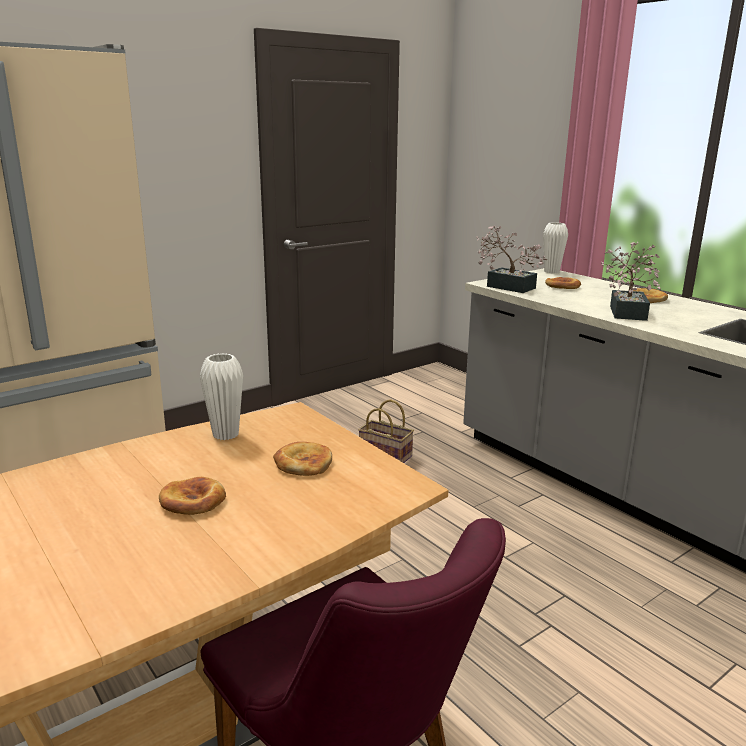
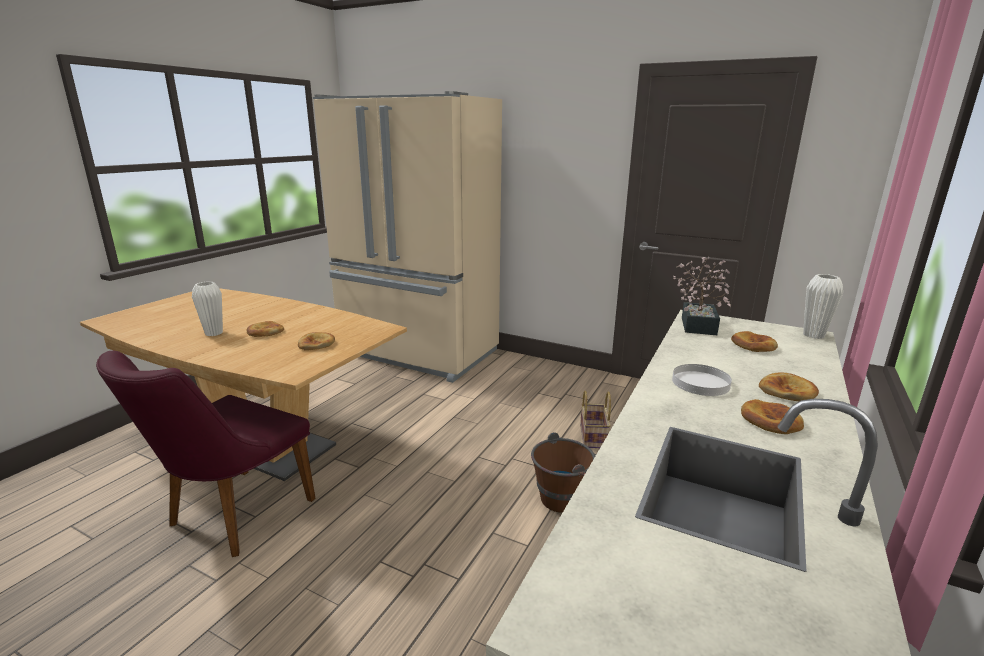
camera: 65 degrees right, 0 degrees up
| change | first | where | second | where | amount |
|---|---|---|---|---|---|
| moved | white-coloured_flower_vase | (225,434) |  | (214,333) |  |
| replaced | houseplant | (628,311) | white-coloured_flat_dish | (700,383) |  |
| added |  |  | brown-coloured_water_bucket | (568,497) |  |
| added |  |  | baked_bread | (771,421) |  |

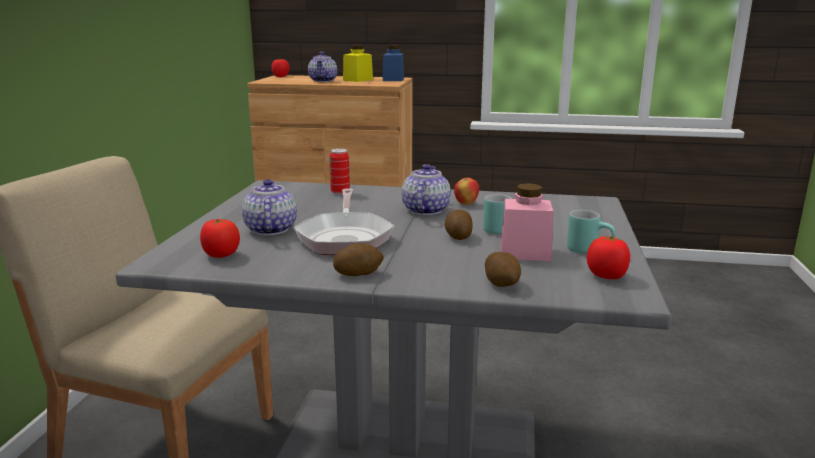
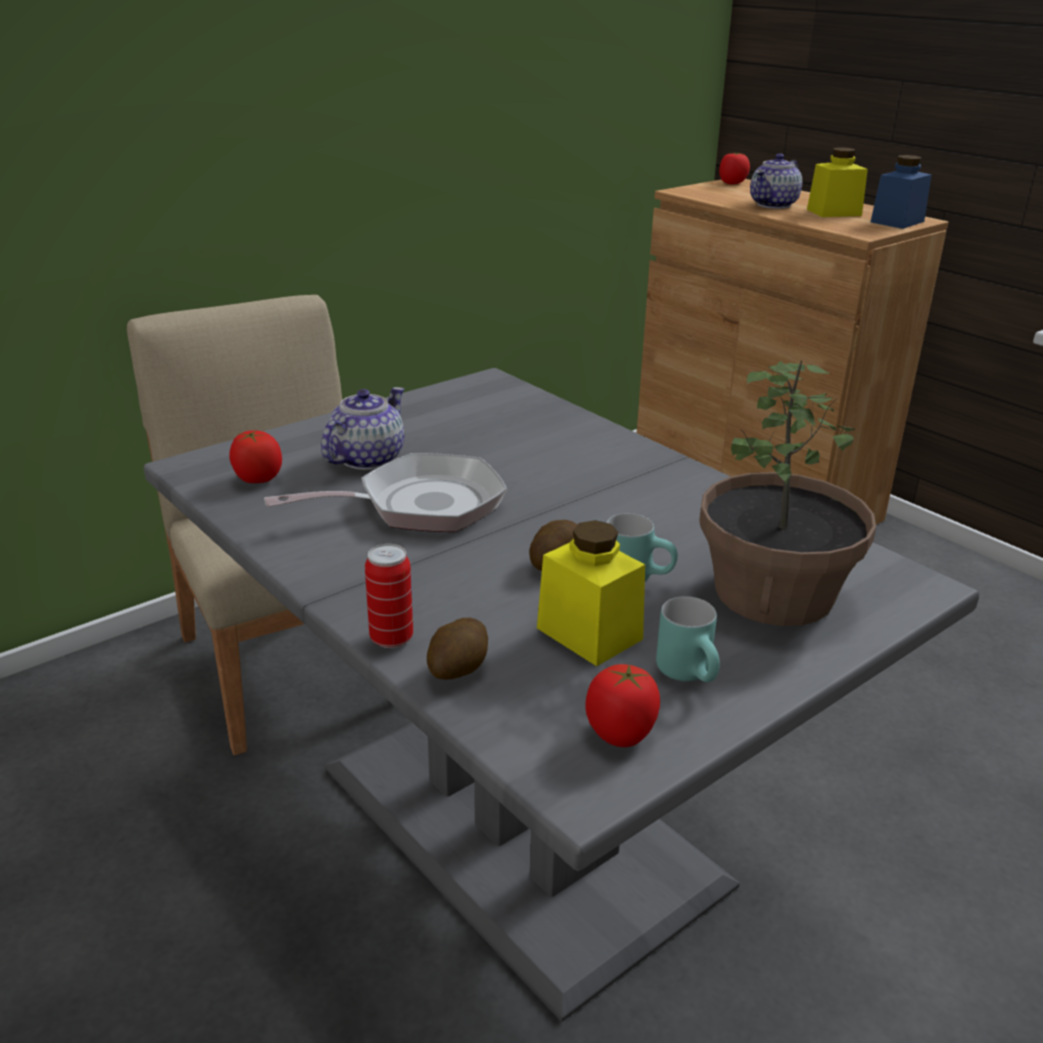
camera: 40 degrees right, 10 degrees up
| change | first | where | second | where | amount |
|---|---|---|---|---|---|
| turned | skillet | (345,237) |  | (420,505) | 150 degrees counterclockwise |
| moved | sealed_can | (340,192) |  | (391,638) |  |
| removed | whole_potato | (358,273) |  |  |  |
| removed | teapot | (425,210) |  |  |  |
| removed | apple | (466,204) |  |  |  |
| recoloured | pink_jar | (525,252) | yellow-coloured_jar | (589,633) |  |
| added |  |  | houseplant | (775,593) |  |

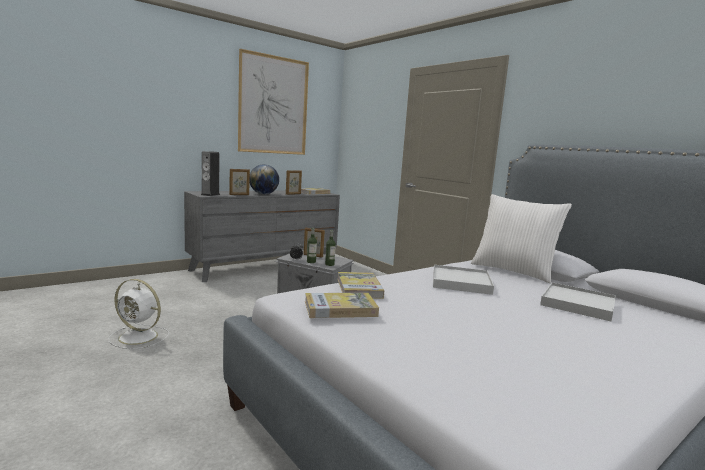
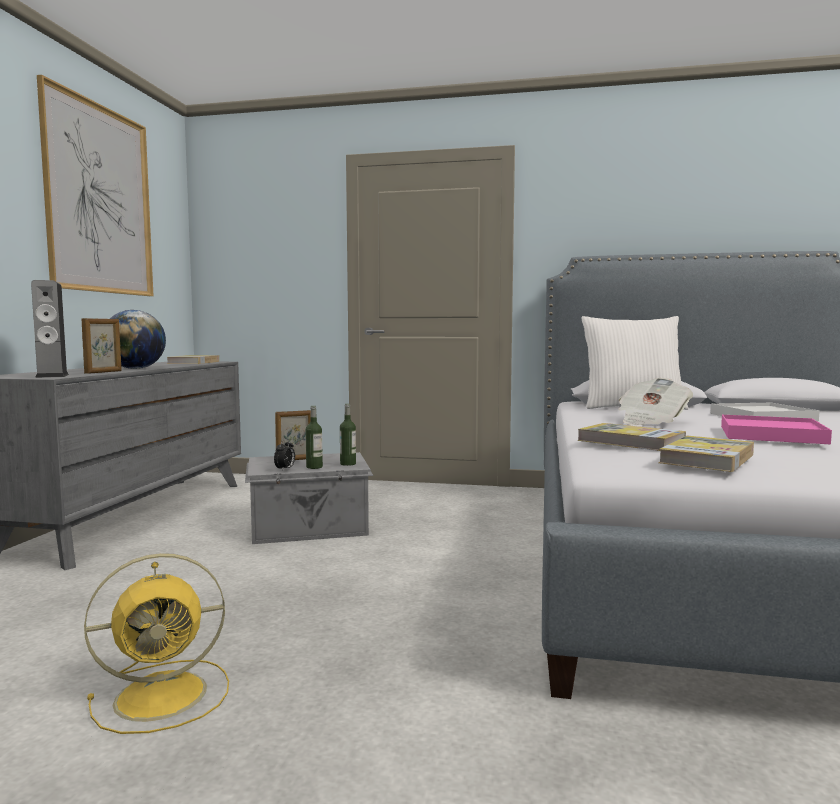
camera: 40 degrees left, 5 degrees down
| change | first | where | second | where | amount |
|---|---|---|---|---|---|
| recoloured | white-coloured_cooling_fan | (139,337) | yellow-coloured_cooling_fan | (165,695) |  |
| removed | standing_frame | (293,194) |  |  |  |
| replaced | white-coloured_carrying_tray | (460,282) | newspaper | (651,421) |  |
| added |  |  | pink_carrying_tray | (771,434) |  |

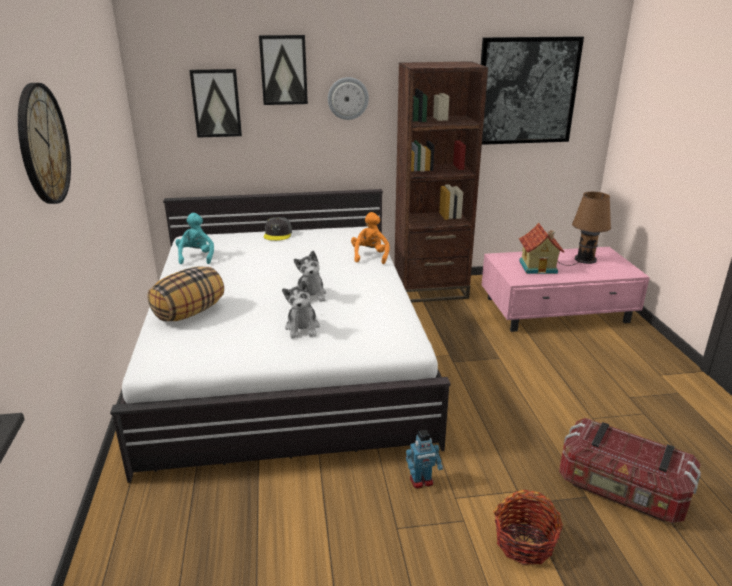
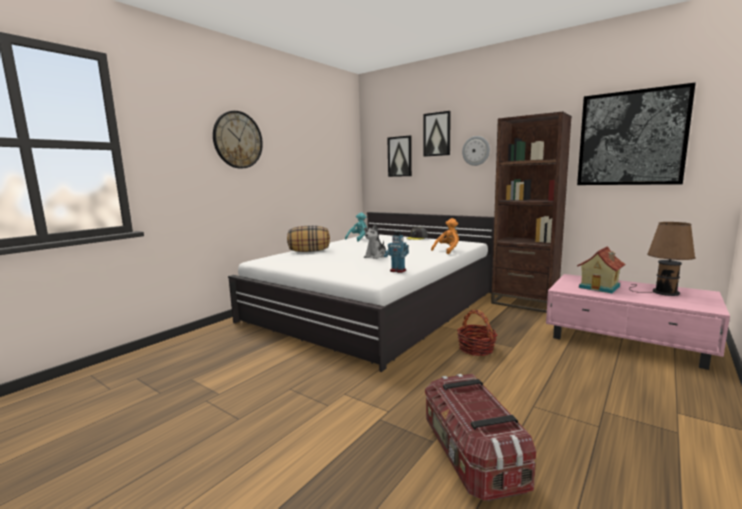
camera: 45 degrees right, 15 degrees down
| change | first | where | second | where | amount |
|---|---|---|---|---|---|
| removed | soft_toy | (302,328) |  |  |  |
| moved | robot_figure | (421,481) |  | (397,271) |  |
| moved | basket | (524,543) |  | (476,349) |  |

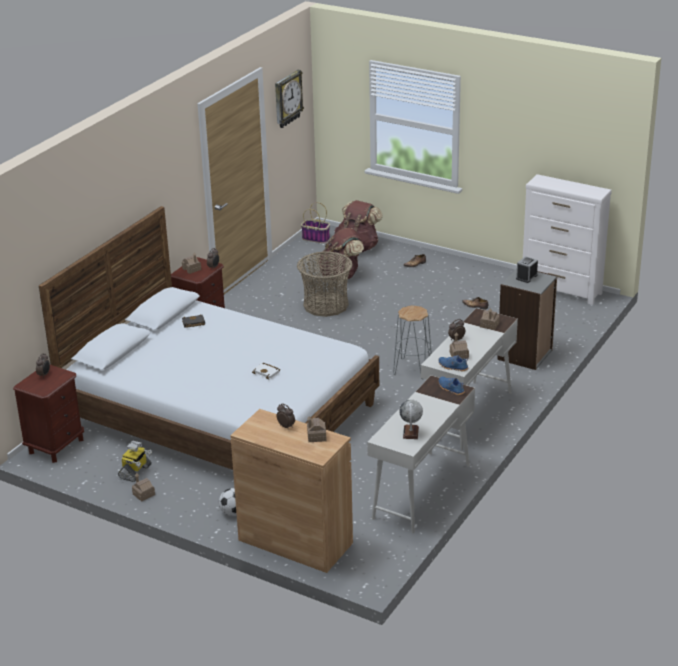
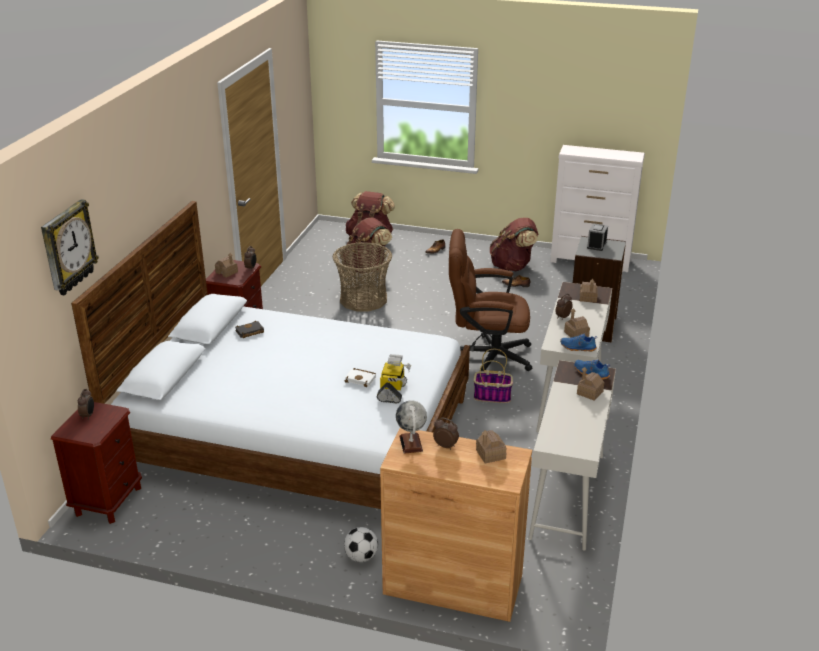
camera: 15 degrees left, 0 degrees up
| change | first | where | second | where | amount |
|---|---|---|---|---|---|
| moved | robot_figure | (135,472) |  | (393,392) |  |
| moved | toy_house | (143,494) |  | (589,392) |  |
| moved | wall_clock | (287,99) |  | (67,248) |  |
| moved | basket | (316,238) |  | (493,396) |  |
| replaced | grey_sitting_stool | (412,368) | brown-coloured_computer_chair | (486,355) |  |
| moved | world_globe | (411,432) |  | (411,443) |  |
| added |  |  | brown-coloured_backpack | (512,266) |  |

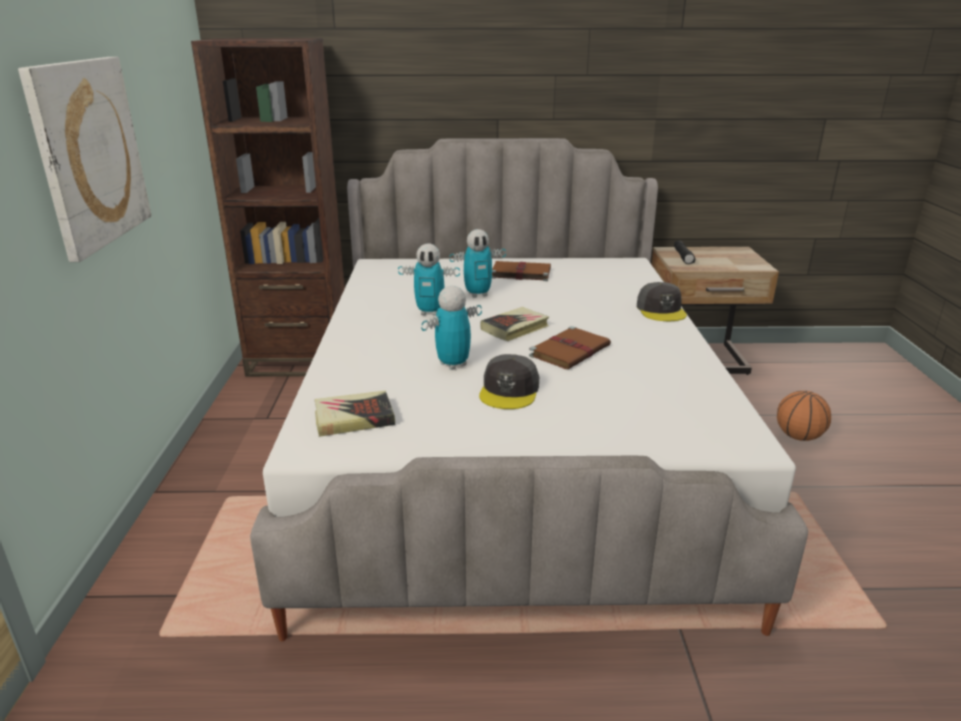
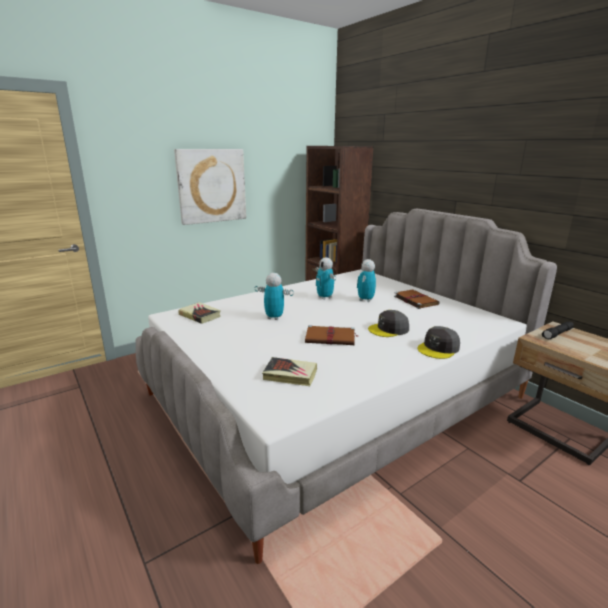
camera: 55 degrees right, 5 degrees down
| change | first | where | second | where | amount |
|---|---|---|---|---|---|
| turned | robot_figure | (478,294) |  | (365,300) | 75 degrees clockwise |
| moved | grey_baseball_cap | (509,391) |  | (389,329) |  |
| moved | book | (515,328) |  | (290,375) |  |
| removed | ball_for_basketball | (798,437) |  |  |  |

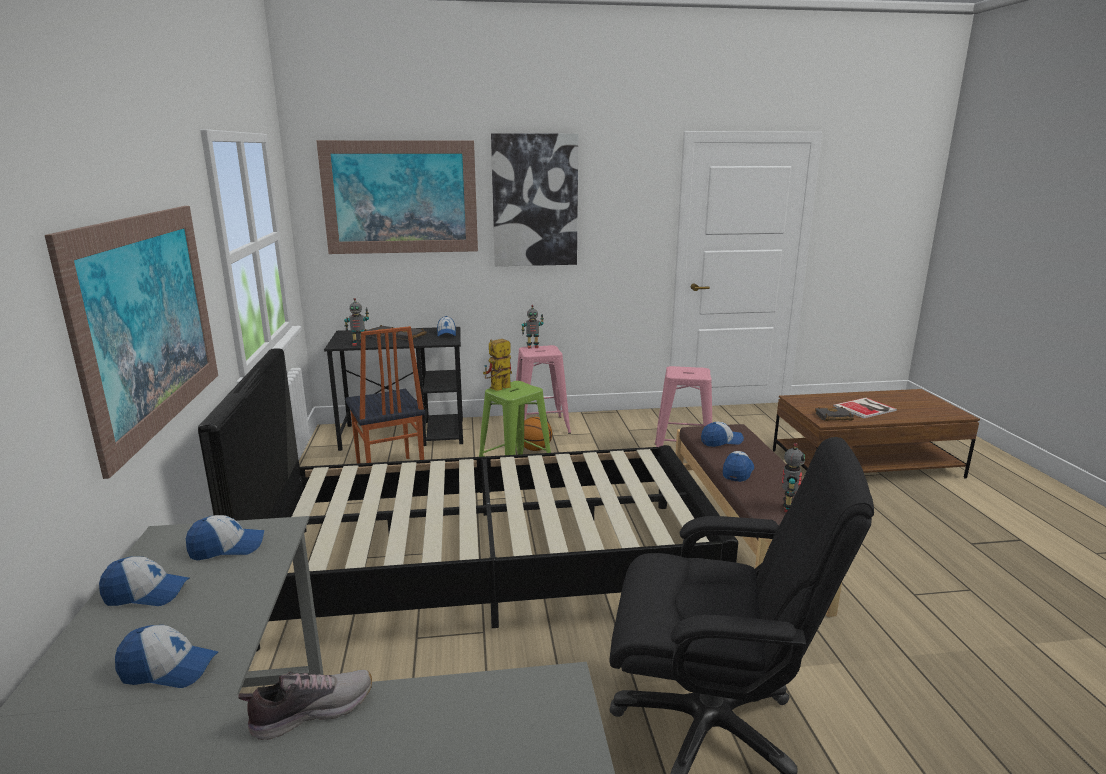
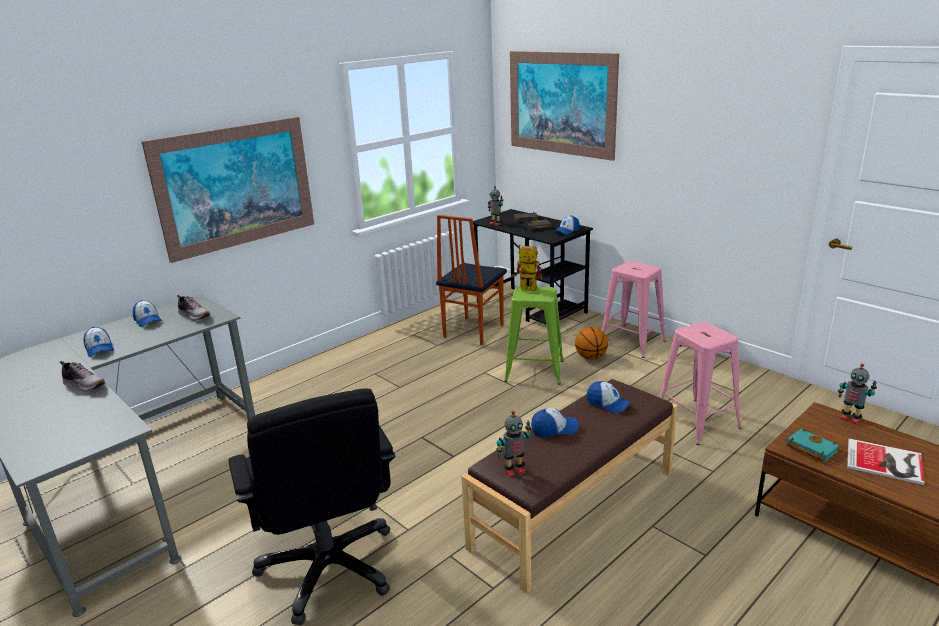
camera: 55 degrees right, 5 degrees up
| change | first | where | second | where | amount |
|---|---|---|---|---|---|
| replaced | baseball_cap | (227,548) | low_shoe | (195,316) |  |
| removed | blackish_bedroom_bed | (490,566) |  |  |  |
| removed | picture | (535,201) |  |  |  |
| moved | robot_figure | (532,347) |  | (850,418) |  |
| recoloured | blackish_book | (833,417) | blue-green_book | (809,448) |  |

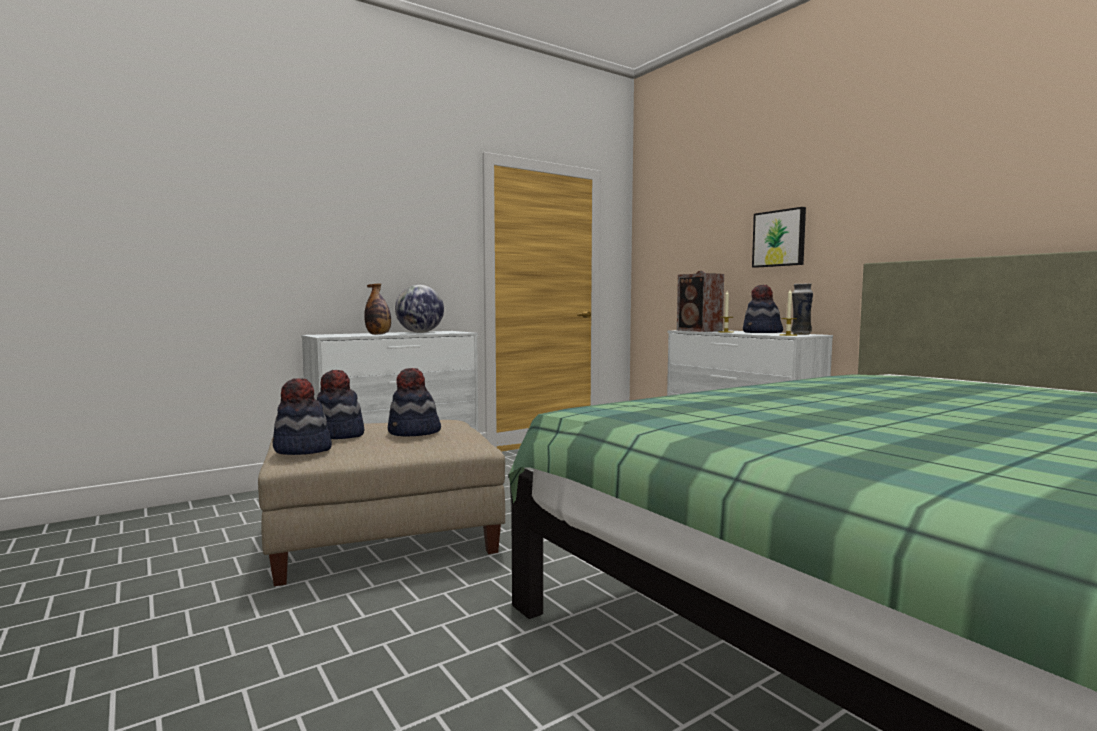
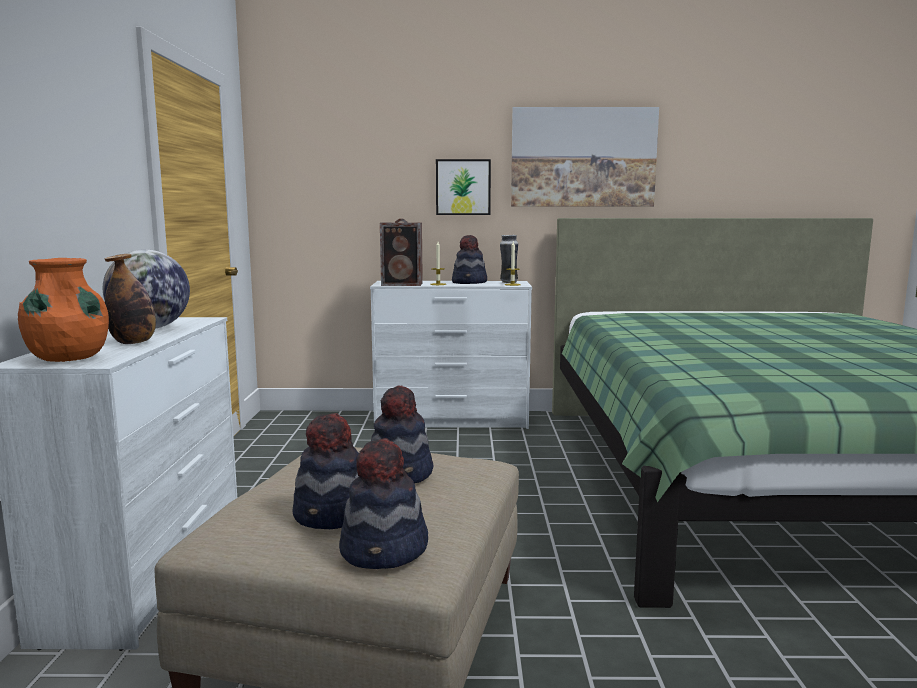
camera: 55 degrees left, 5 degrees up
| change | first | where | second | where | amount |
|---|---|---|---|---|---|
| added |  |  | orange_flower_vase | (68,359) |  |
| added |  |  | picture | (583,157) |  |

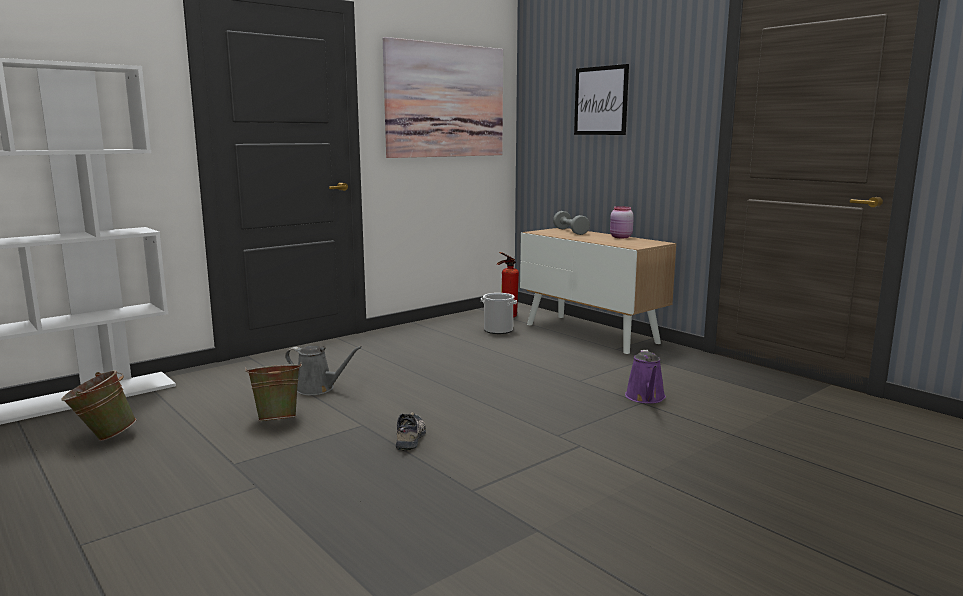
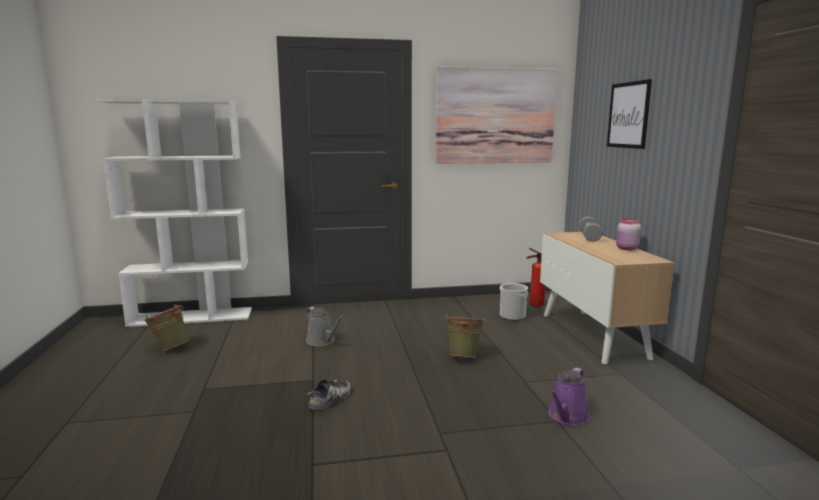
camera: 30 degrees right, 0 degrees up
| change | first | where | second | where | amount |
|---|---|---|---|---|---|
| moved | greenish_water_bucket | (278,420) |  | (464,356) |  |

